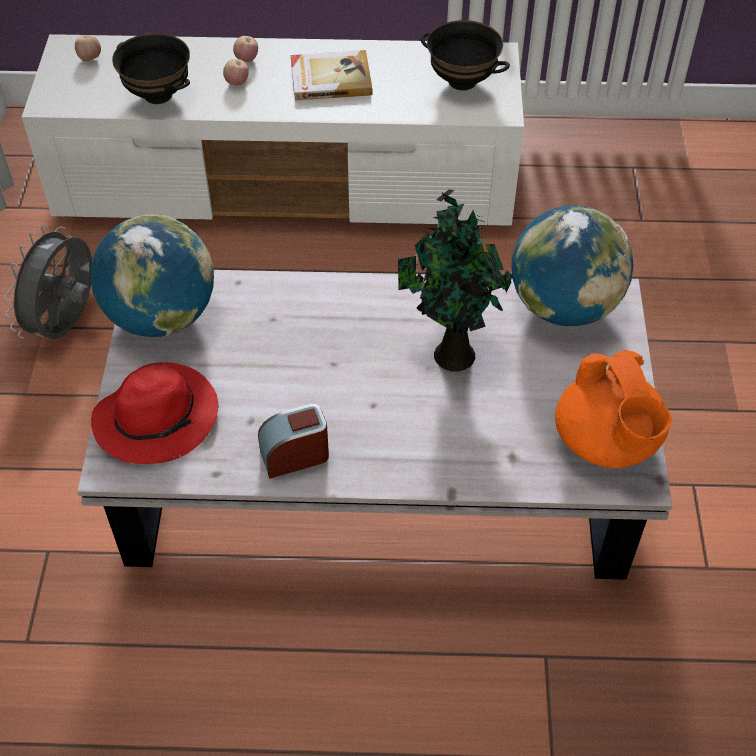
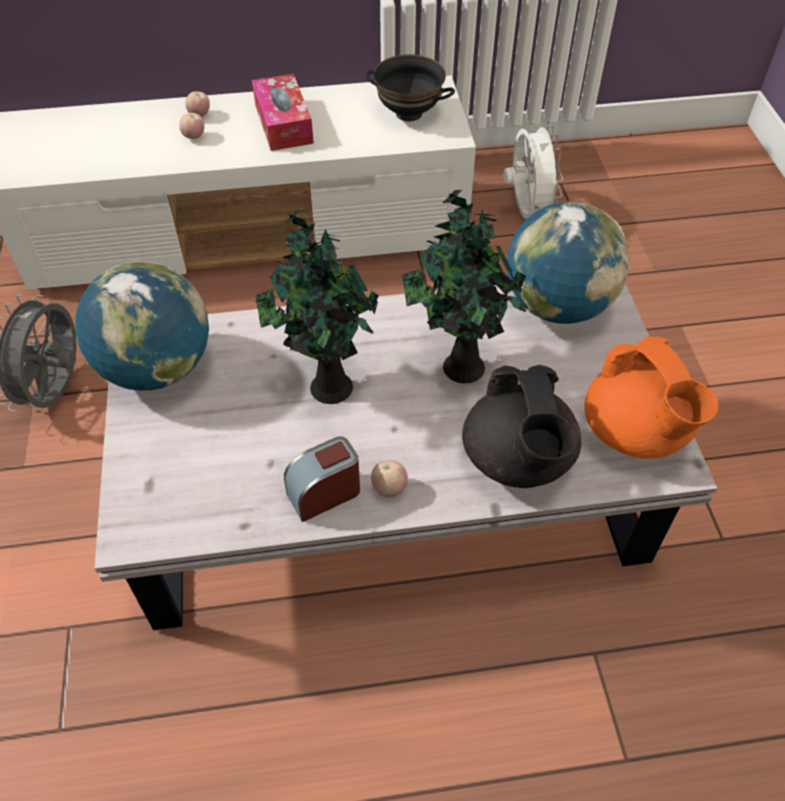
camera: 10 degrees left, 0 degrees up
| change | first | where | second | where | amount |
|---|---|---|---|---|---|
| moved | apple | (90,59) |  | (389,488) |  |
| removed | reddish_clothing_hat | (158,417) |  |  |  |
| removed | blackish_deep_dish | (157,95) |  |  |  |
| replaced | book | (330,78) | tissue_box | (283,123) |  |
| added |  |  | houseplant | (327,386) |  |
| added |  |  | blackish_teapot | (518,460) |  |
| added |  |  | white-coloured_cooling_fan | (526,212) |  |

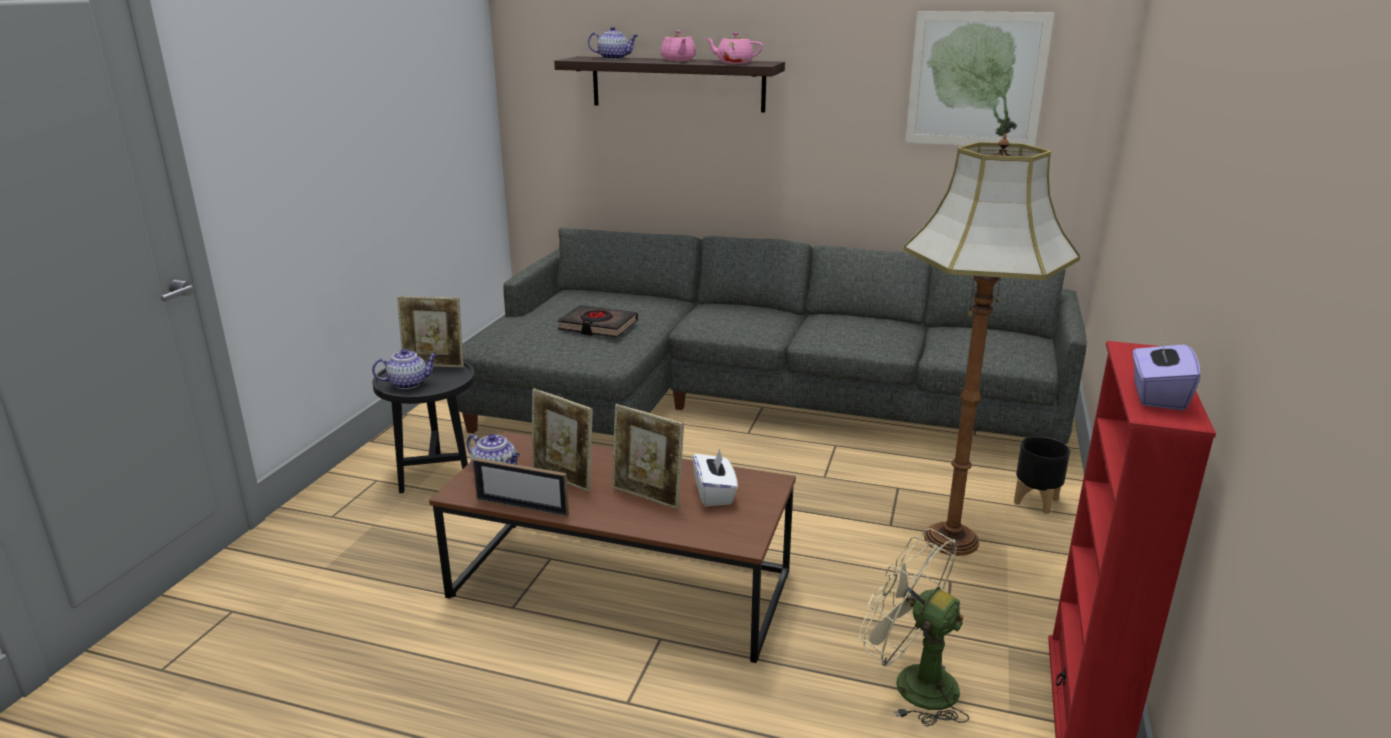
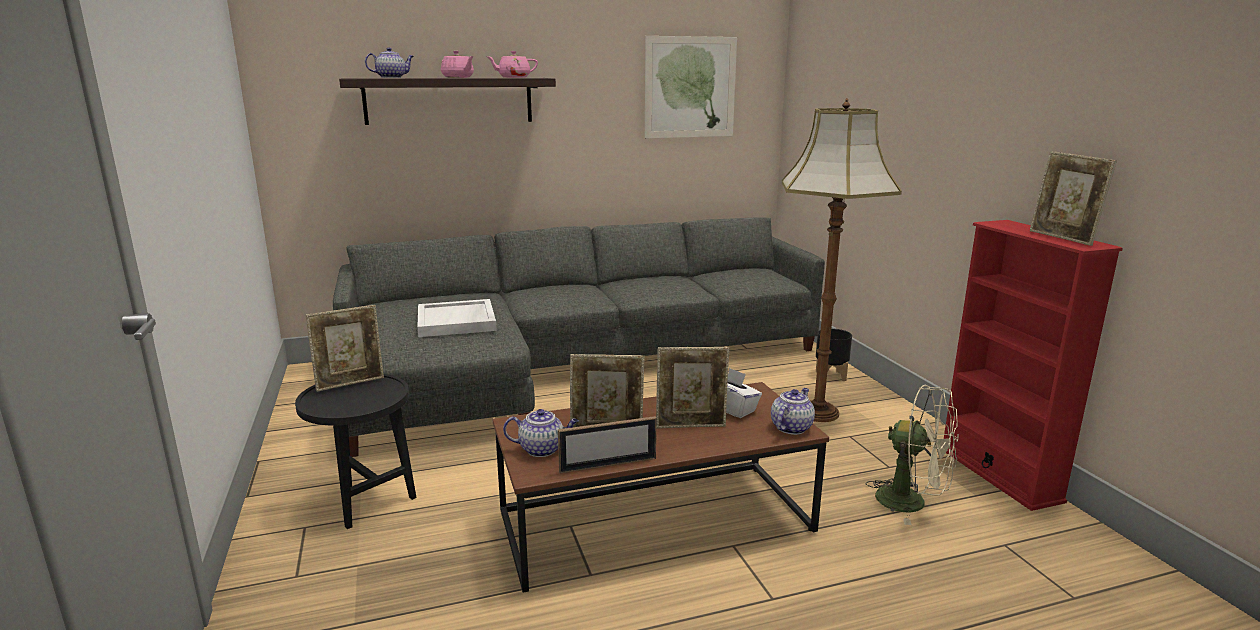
camera: 35 degrees left, 5 degrees down
| change | first | where | second | where | amount |
|---|---|---|---|---|---|
| moved | teapot | (409,383) |  | (791,427) |  |
| replaced | blackish_book | (598,326) | white-coloured_carrying_tray | (457,322) |  |
| turned | beige_cooling_fan | (912,683) |  | (912,503) | 150 degrees counterclockwise |
| replaced | purple-coloured_tissue_box | (1157,395) | standing_frame | (1062,238) |  |

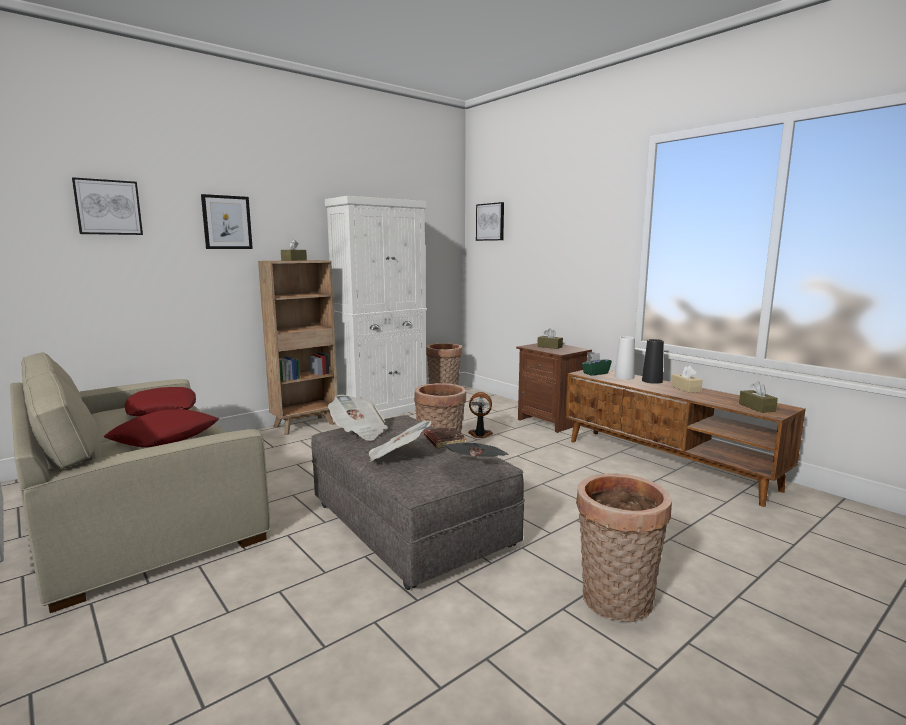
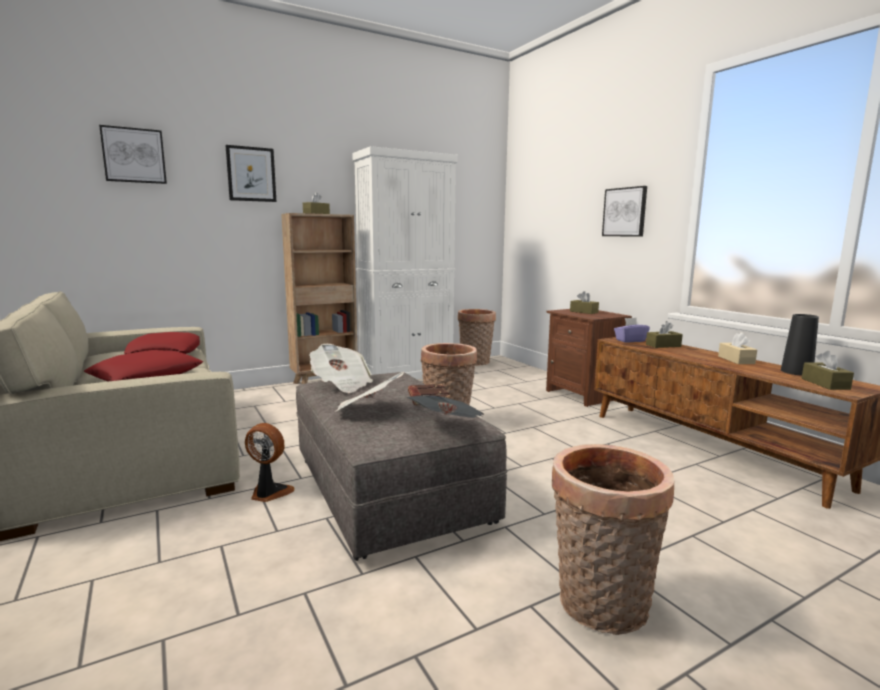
camera: 10 degrees right, 0 degrees up
| change | first | where | second | where | amount |
|---|---|---|---|---|---|
| moved | cooling_fan | (480,435) |  | (269,493) |  |
| moved | picture | (490,222) |  | (625,212) |  |
| recoloured | greenish_tissue_box | (595,373) | purple-coloured_tissue_box | (630,340) |  |
| replaced | white-coloured_flower_vase | (624,377) | brown-coloured_tissue_box | (663,345) |  |
| moved | blackish_flower_vase | (652,381) |  | (796,372) |  |

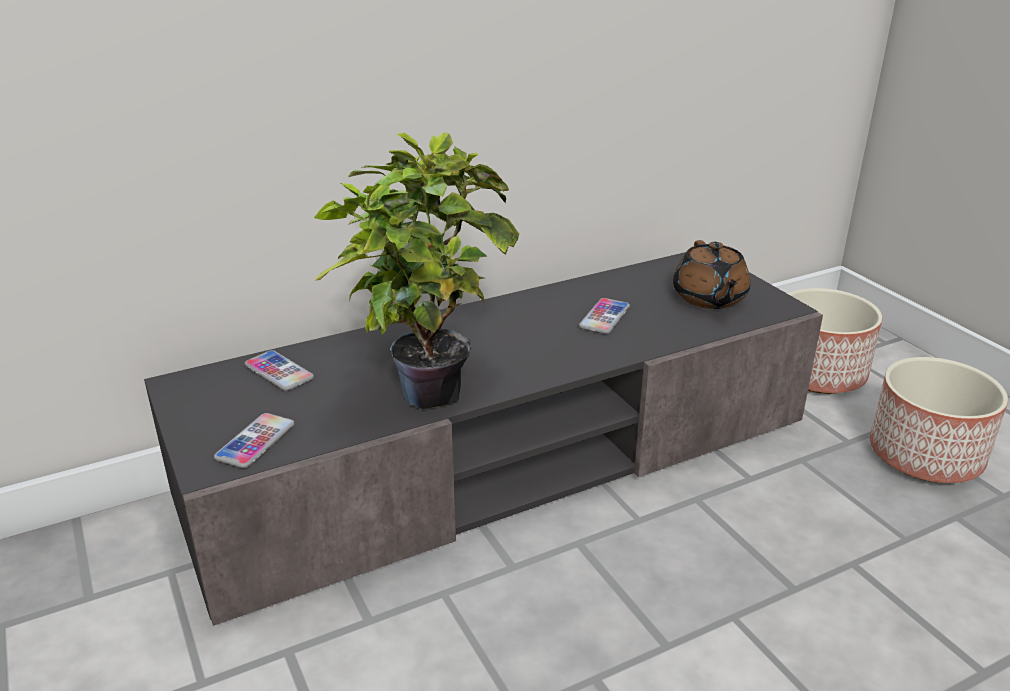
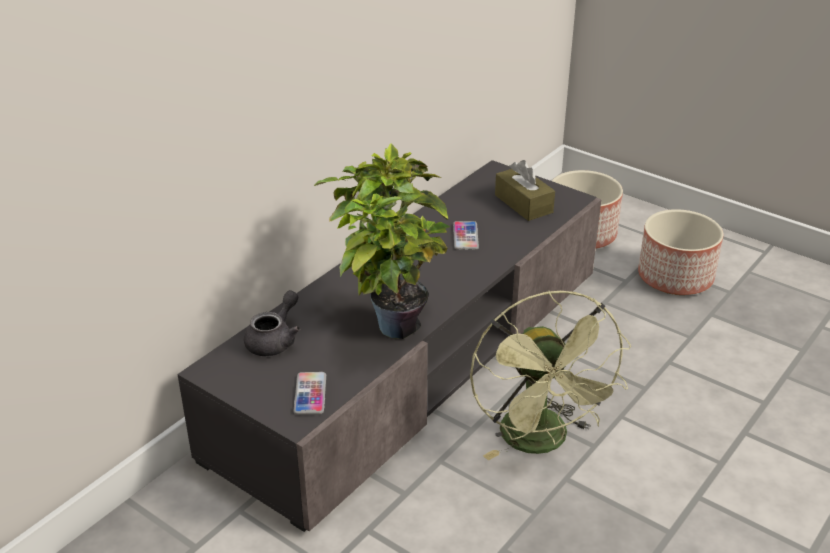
camera: 25 degrees left, 5 degrees up
| change | first | where | second | where | amount |
|---|---|---|---|---|---|
| replaced | telephone | (279,372) | grey_teapot | (275,340) |  |
| replaced | brown-coloured_teapot | (709,298) | brown-coloured_tissue_box | (523,204) |  |
| added |  |  | greenish_cooling_fan | (541,442) |  |

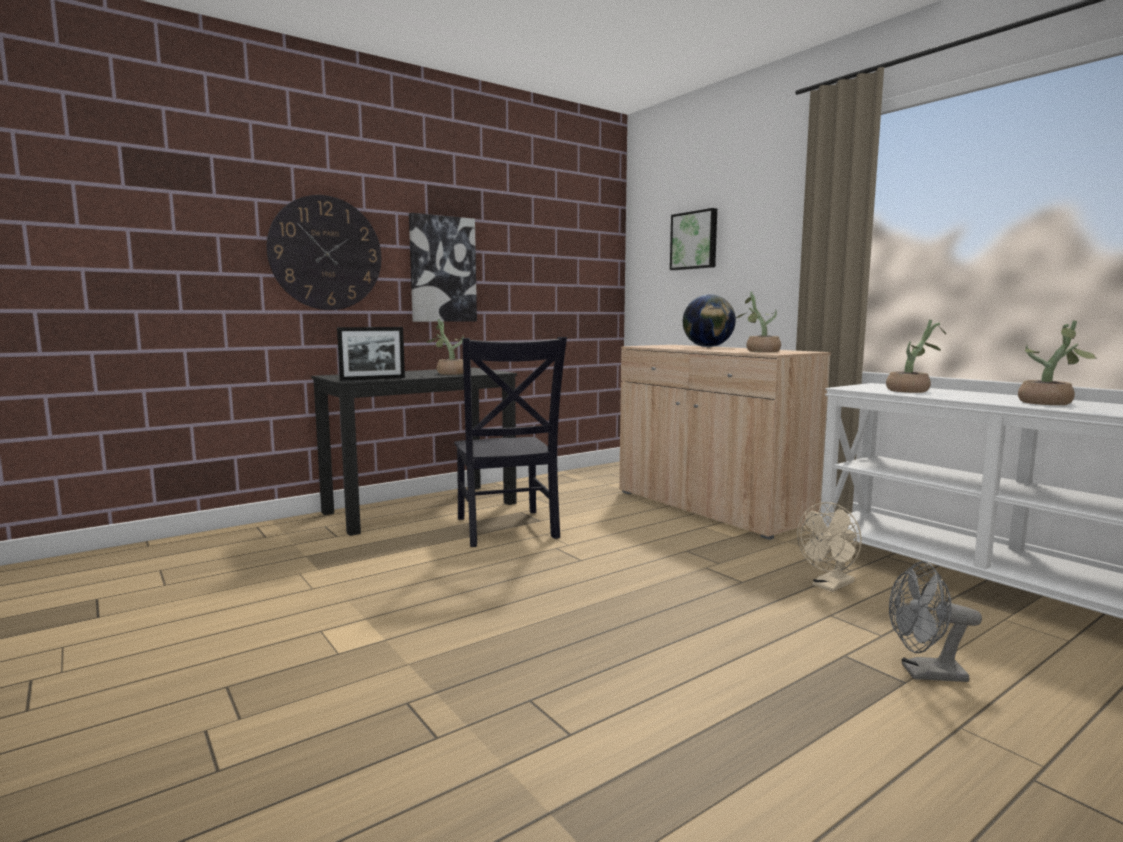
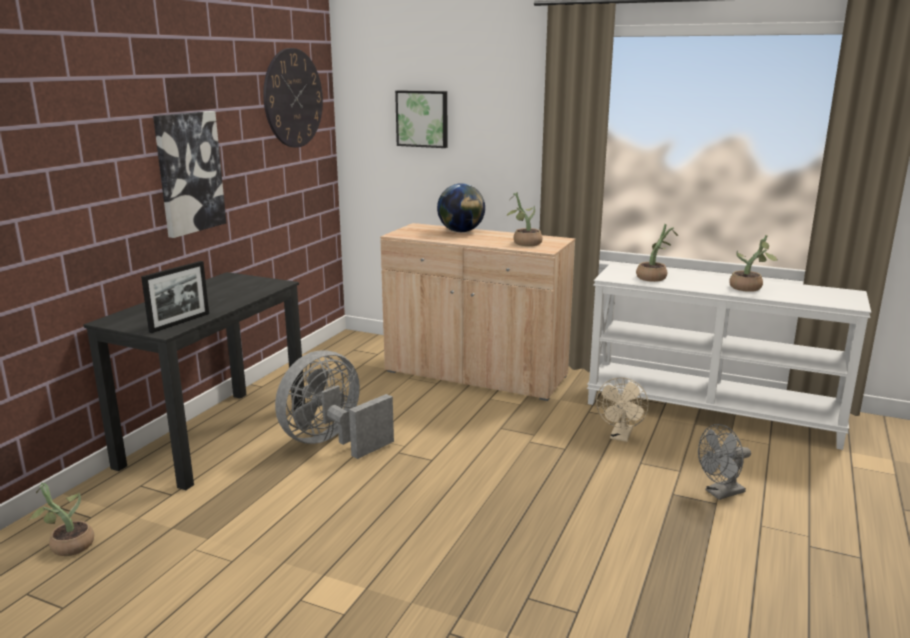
camera: 30 degrees left, 10 degrees up
| change | first | where | second | where | amount |
|---|---|---|---|---|---|
| moved | wall_clock | (326,253) |  | (293,98) |  |
| moved | houseplant | (448,373) |  | (67,546) |  |
| replaced | blackish_chair | (506,529) | grey_cooling_fan | (332,442) |  |

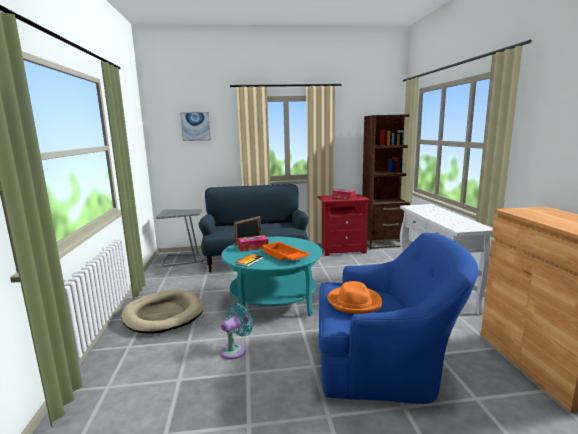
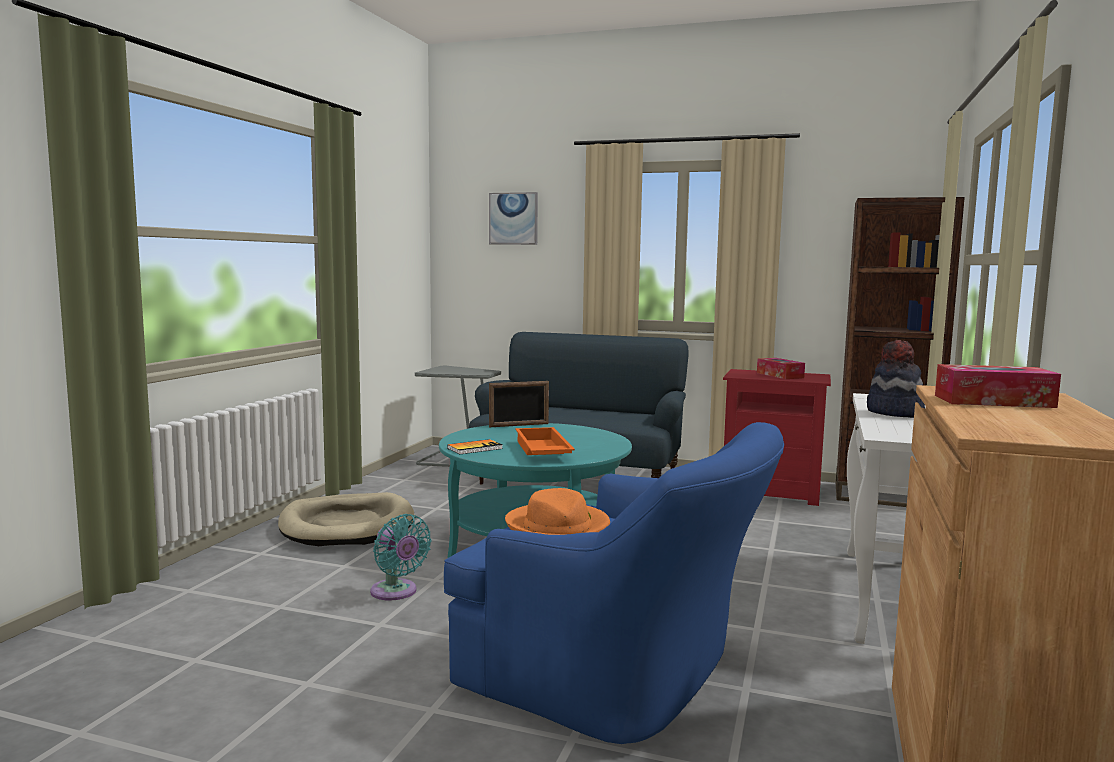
camera: 25 degrees right, 5 degrees down
| change | first | where | second | where | amount |
|---|---|---|---|---|---|
| turned | blue-green_cooling_fan | (235,350) |  | (396,592) | 75 degrees clockwise |
| moved | tissue_box | (253,247) |  | (993,401) |  |
| added |  |  | clothing_hat | (894,413) |  |

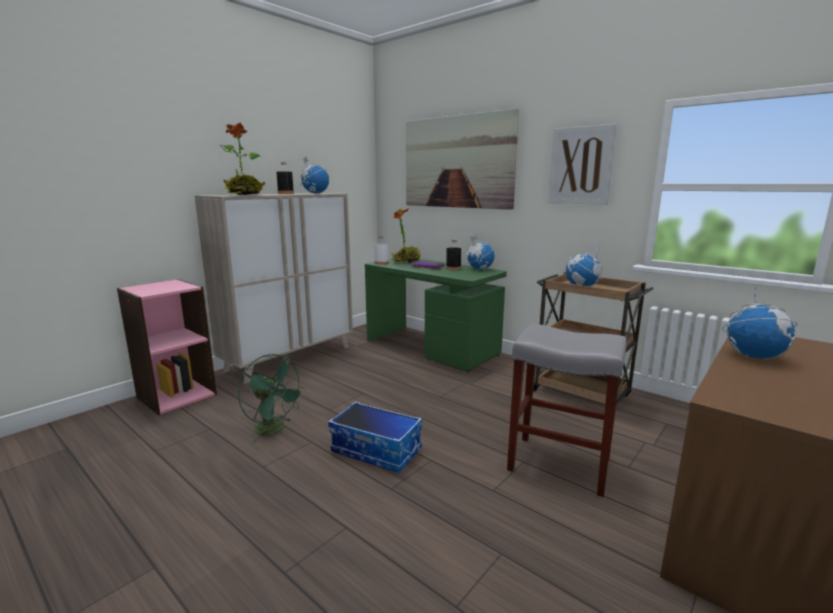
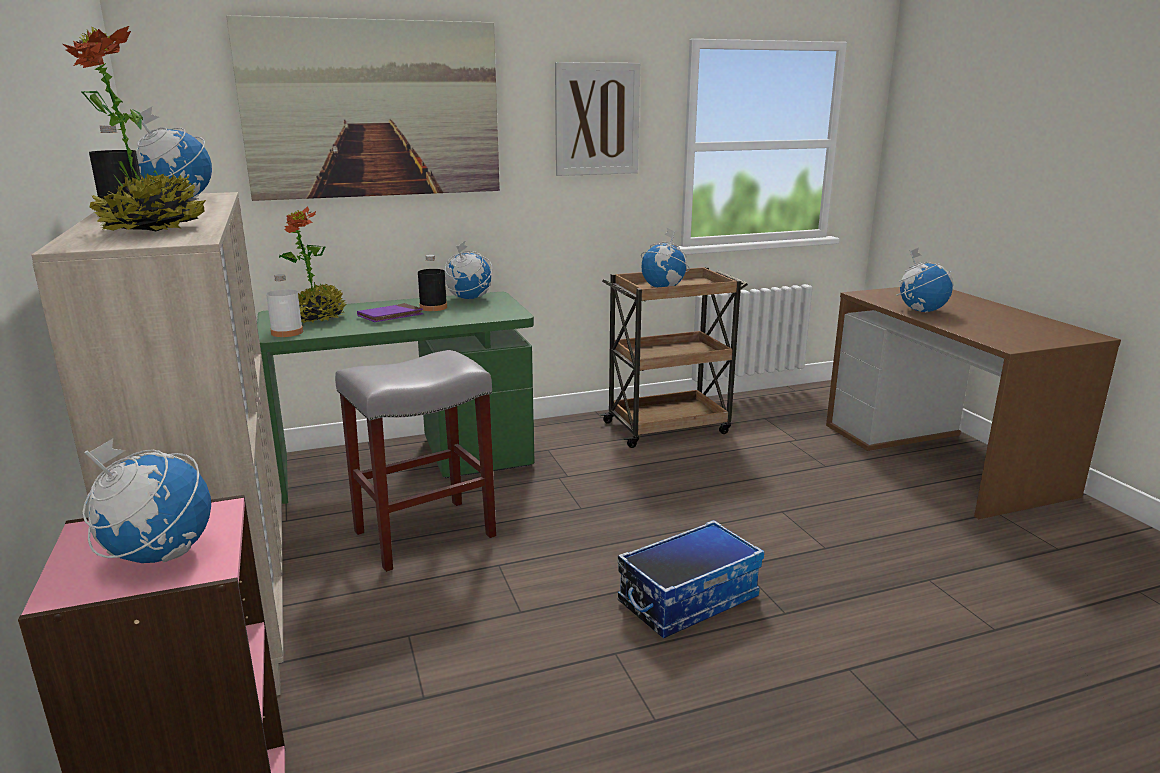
camera: 60 degrees left, 5 degrees up
| change | first | where | second | where | amount |
|---|---|---|---|---|---|
| removed | greenish_cooling_fan | (274,430) |  |  |  |
| moved | grey_sitting_stool | (557,464) |  | (423,535) |  |
| added |  |  | world_globe | (158,555) |  |

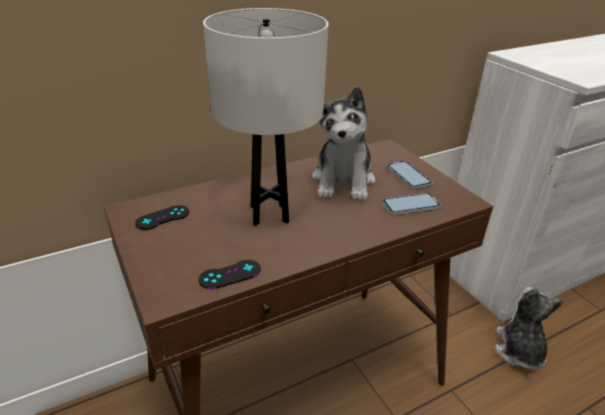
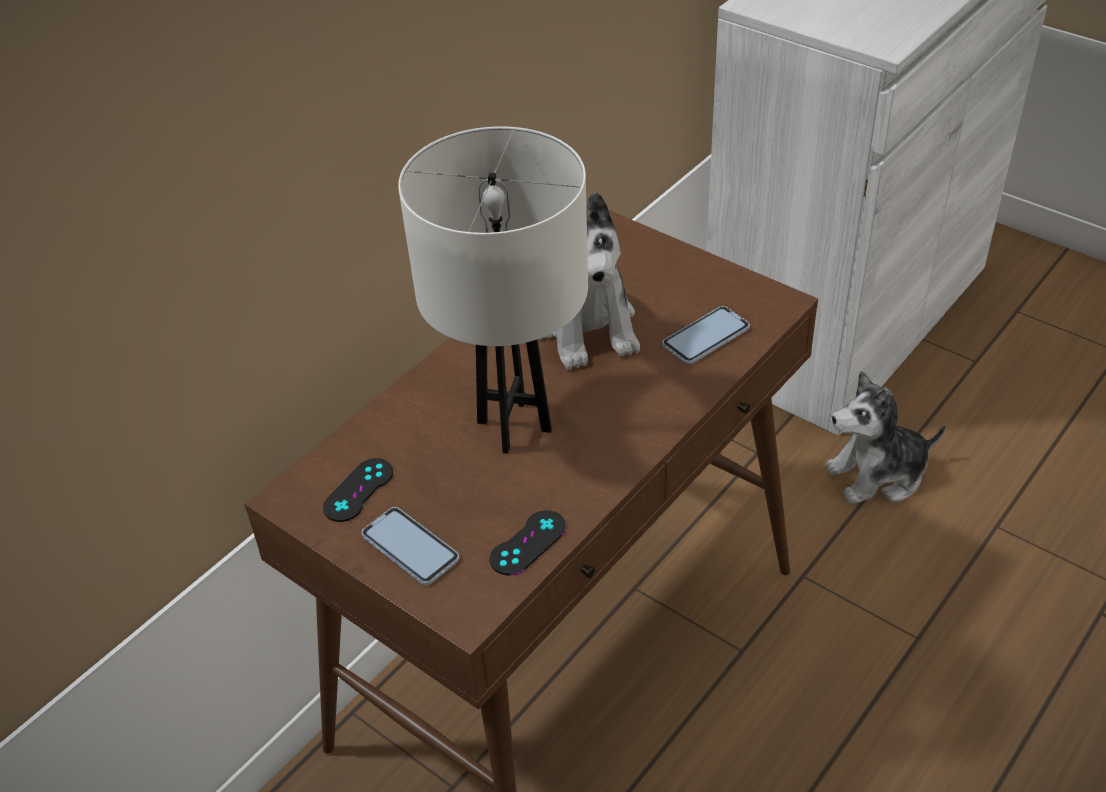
camera: 20 degrees left, 10 degrees up
| change | first | where | second | where | amount |
|---|---|---|---|---|---|
| moved | telephone | (408,176) |  | (410,547) |  |
| turned | soft_toy | (519,350) |  | (878,475) | 90 degrees counterclockwise |

